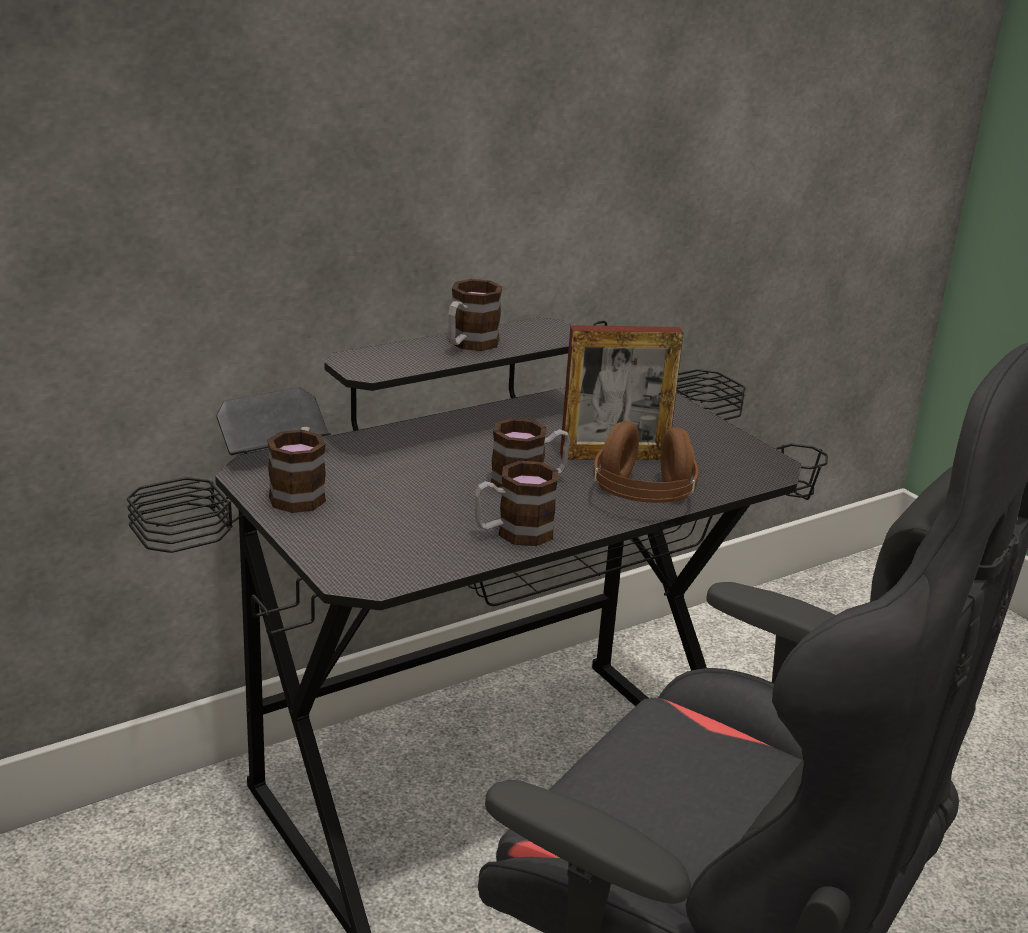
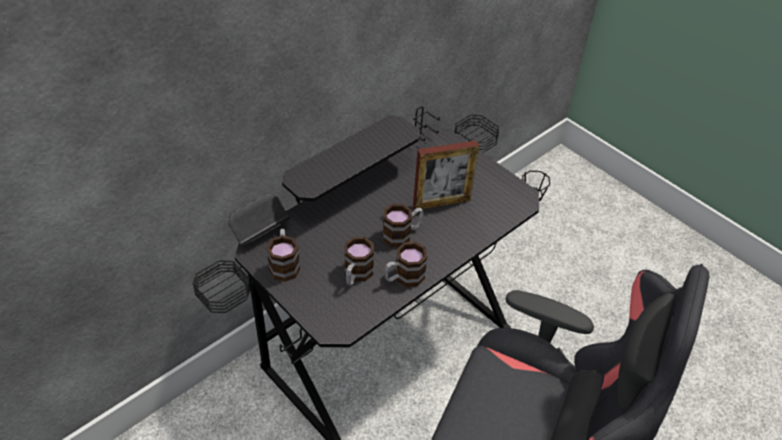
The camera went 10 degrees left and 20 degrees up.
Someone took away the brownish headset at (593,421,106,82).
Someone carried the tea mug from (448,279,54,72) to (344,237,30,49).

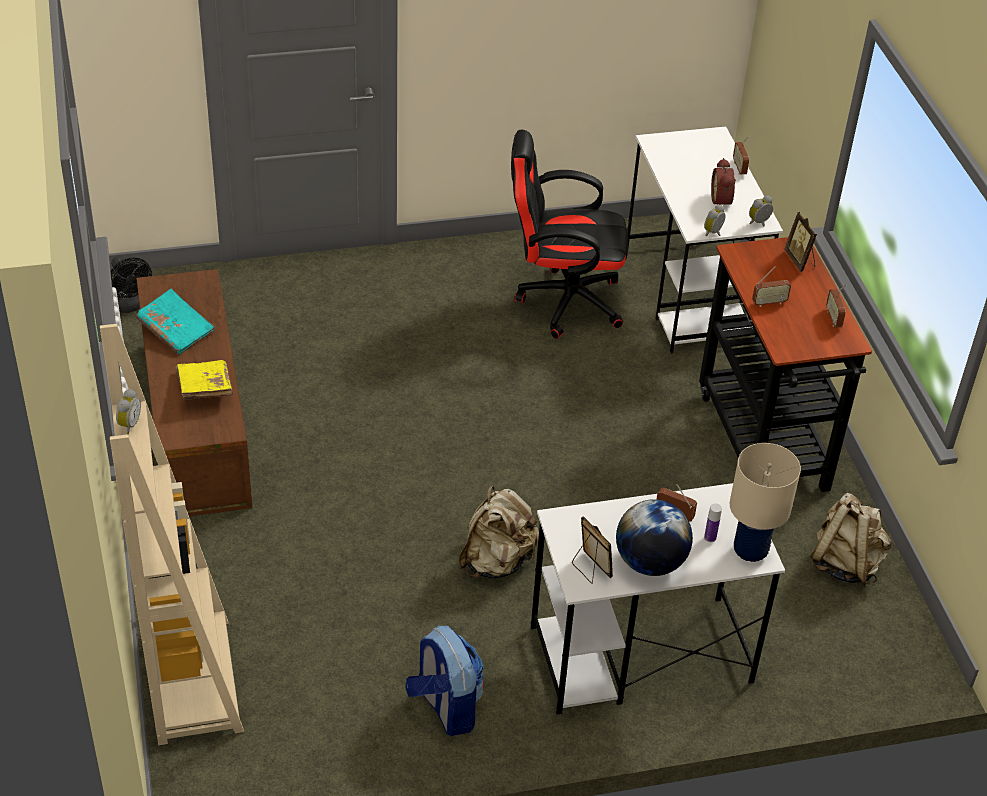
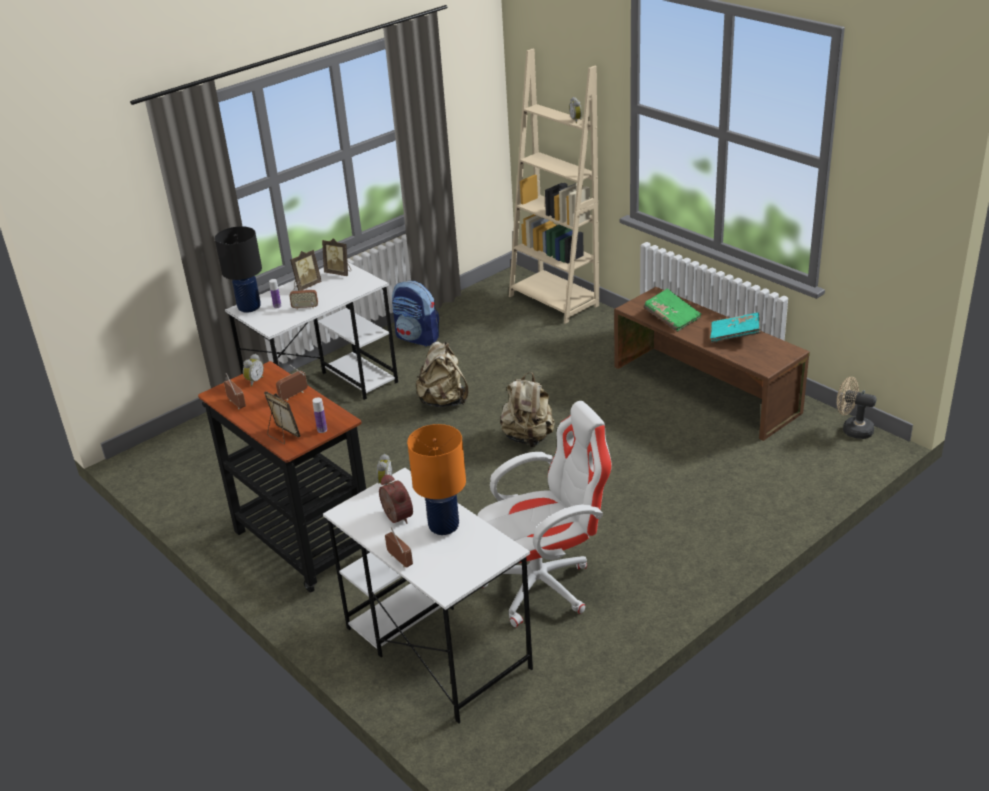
The camera went 155 degrees right and 10 degrees down.
Someone put down the beverage bottle at (312,397,15,36).
Someone put down the orange tabletop lamp at (407,424,59,111).
Someone carried the bedside clock from (749,196,24,31) to (243,354,21,32).
Someone carried the beige-coloured backpack from (810,493,82,94) to (500,372,55,75).
Someone swapped the desk globe at (616,499,77,77) for the photo frame at (290,250,32,41).
Someone repainted the black-coloured electric fan at (111,256,41,57), which became the beige-coloured electric fan at (837,377,40,62).
Someone repainted the yellowish bound book at (176,360,57,40), which became the green-coloured bound book at (643,288,59,44).
Someone repainted the black-coloured computer chair at (511,130,117,209), which became the whitish computer chair at (477,401,135,226).
Someone repainted the beige-coloured tabletop lamp at (730,443,71,119), which became the black-coloured tabletop lamp at (215,226,47,86).

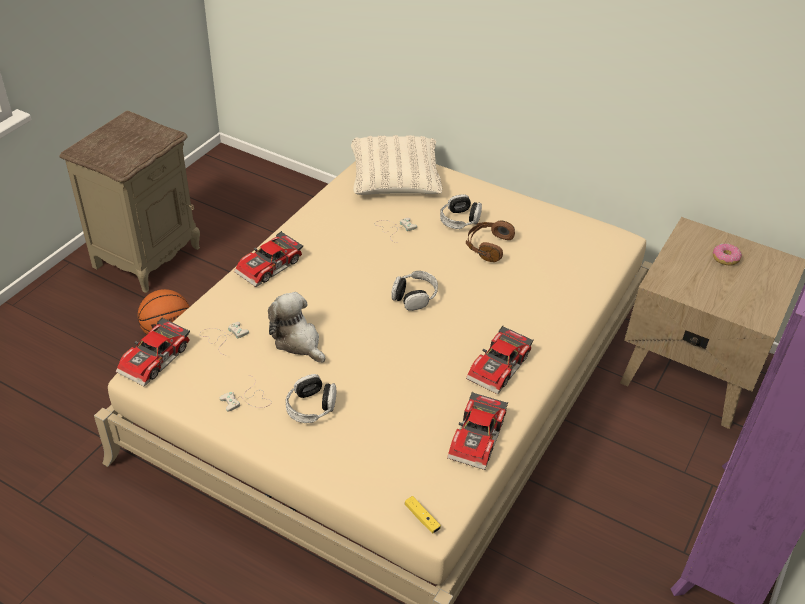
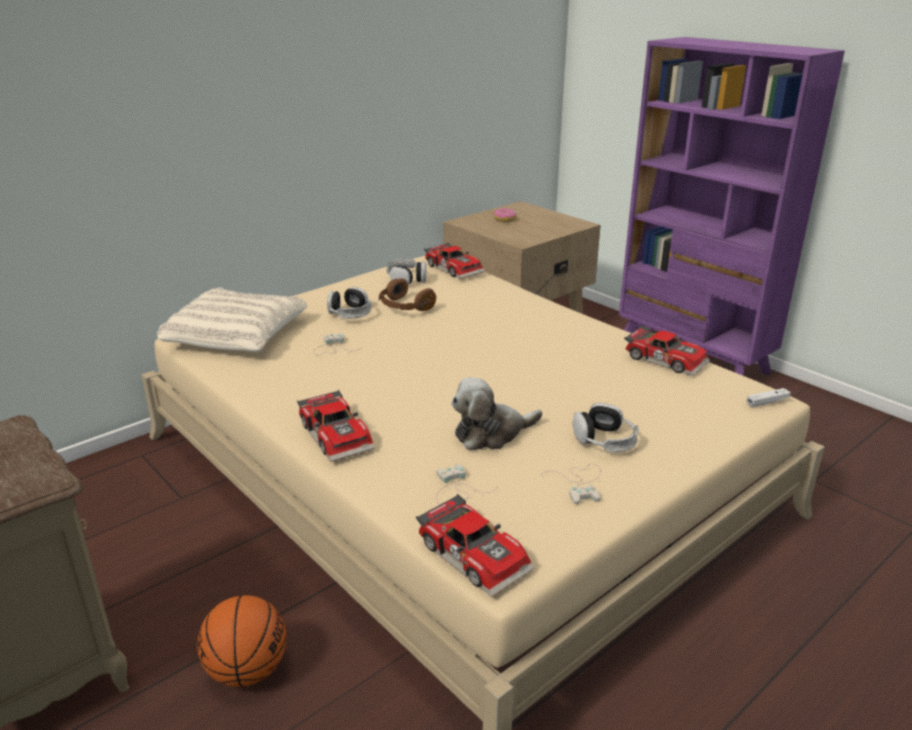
The camera went 70 degrees left and 15 degrees down.
Someone carried the headset from (391,271,47,40) to (386,258,41,27).
Someone carried the miniature car from (466,326,68,68) to (424,242,61,37).
Someone repainted the yellowish game controller at (405,496,36,38), which became the whitish game controller at (747,388,44,19).

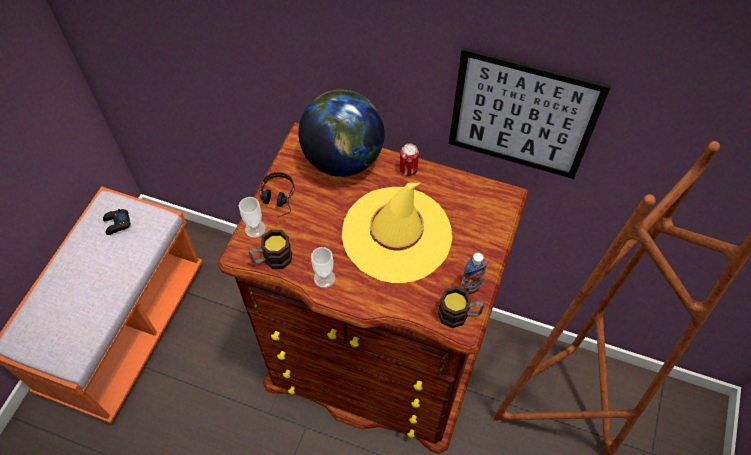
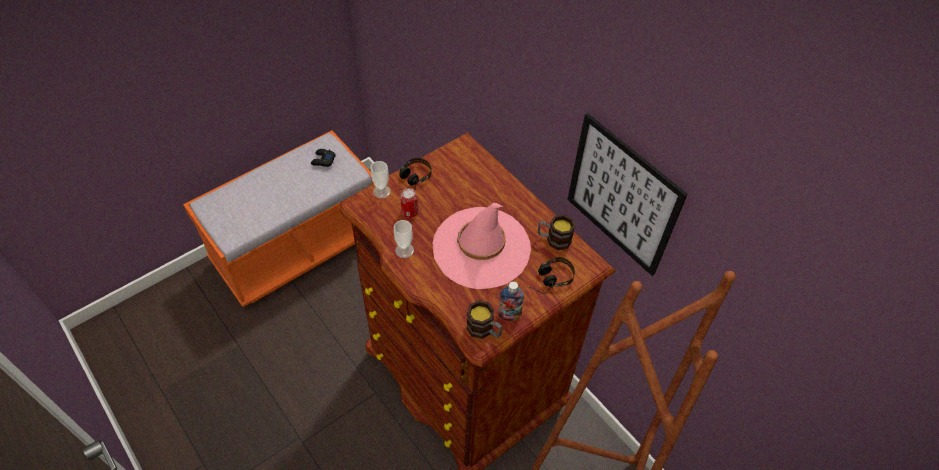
The camera went 30 degrees right and 5 degrees down.
Someone took away the desk globe at (298,90,87,87).
Someone put down the headset at (529,257,46,37).
Someone carried the tea mug from (249,230,43,39) to (538,214,37,36).
Someone carried the sealed can from (400,143,19,33) to (400,188,18,30).
Someone repainted the yellowish hat at (342,183,110,100), which became the pink-coloured hat at (433,203,98,86).

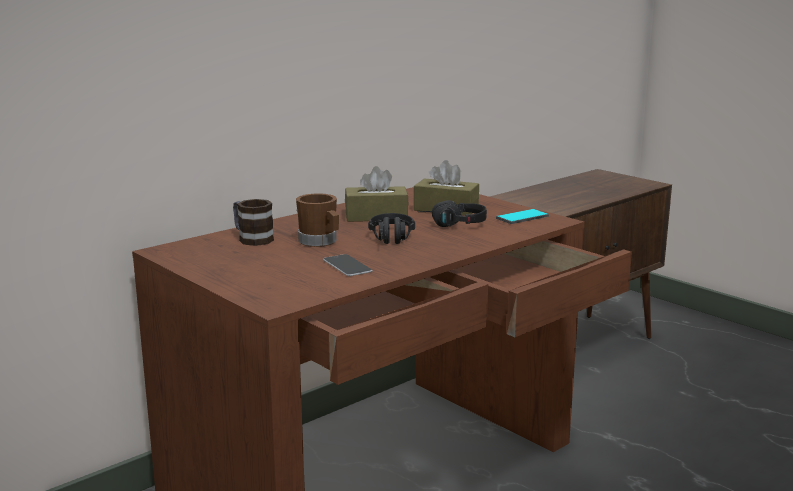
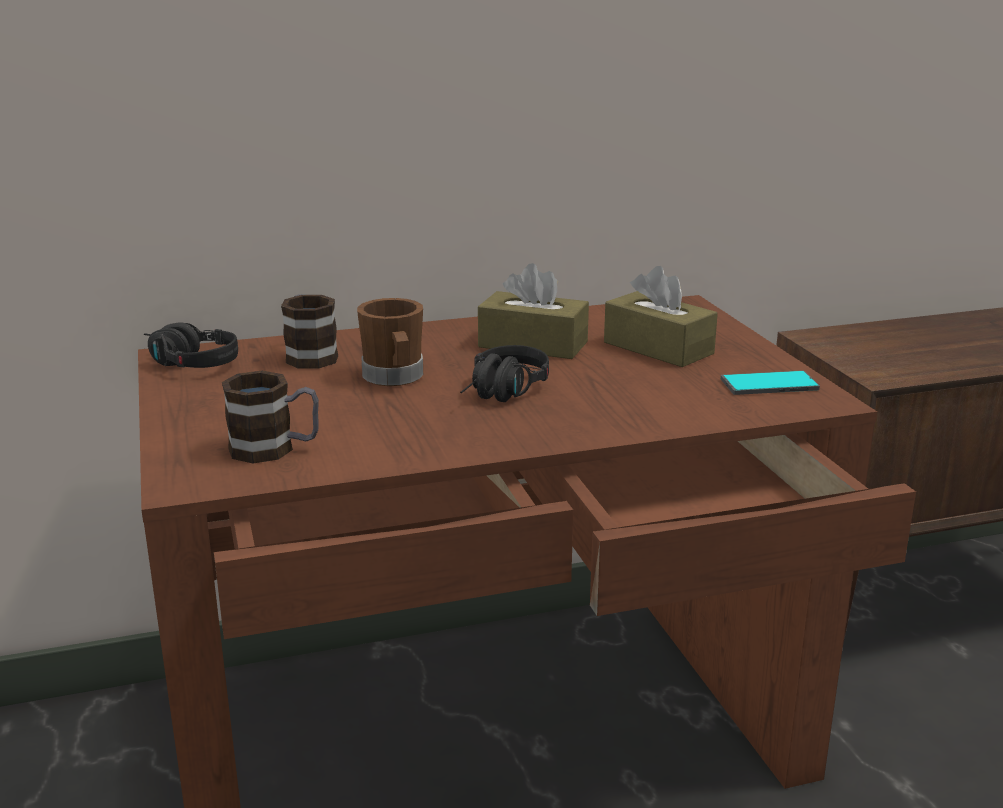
The camera went 25 degrees right and 5 degrees up.
Someone took away the phone at (323,254,49,22).
Someone put down the tea mug at (222,371,97,92).
Someone carried the black-coloured headset from (418,200,69,27) to (144,322,94,46).

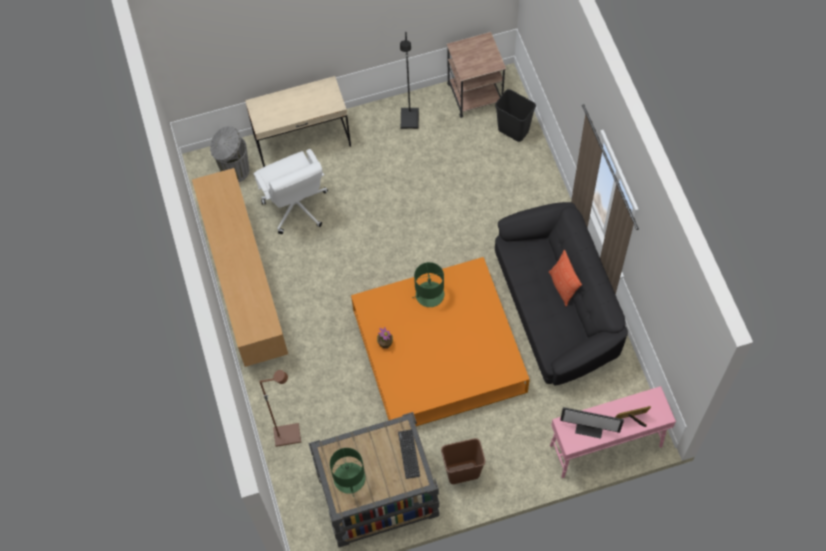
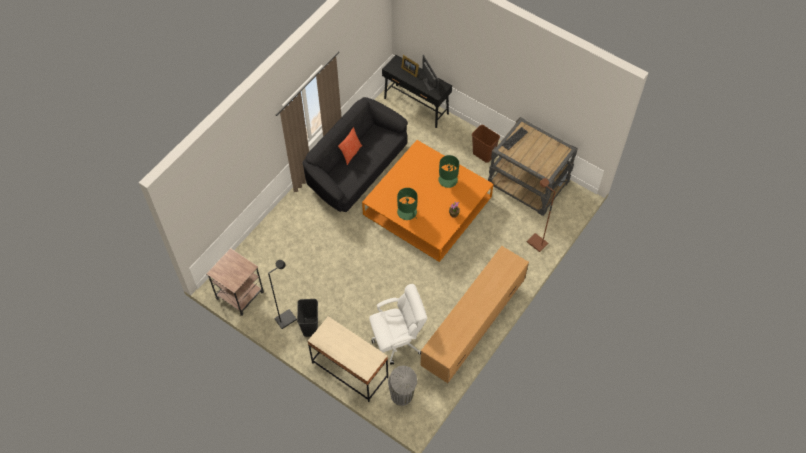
The camera went 130 degrees left and 5 degrees down.
Someone carried the green-coloured tabletop lamp from (330,448,35,49) to (438,155,21,33).
Someone carried the black-coloured rubbish bin from (495,89,41,53) to (297,299,21,38).
Someone repainted the pink-coloured narrow table at (550,386,126,92), which became the black-coloured narrow table at (382,55,70,73).
Someone rotated the whitish computer chair at (254,149,74,85) by 45 degrees clockwise.

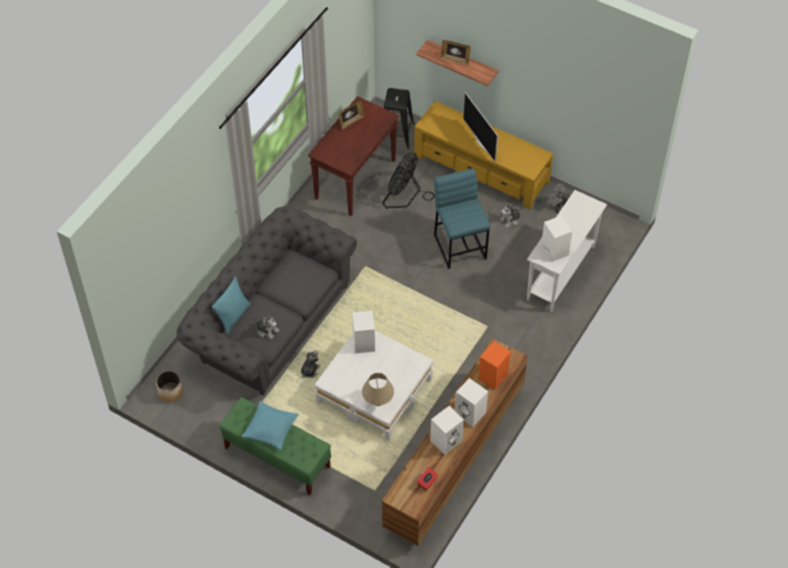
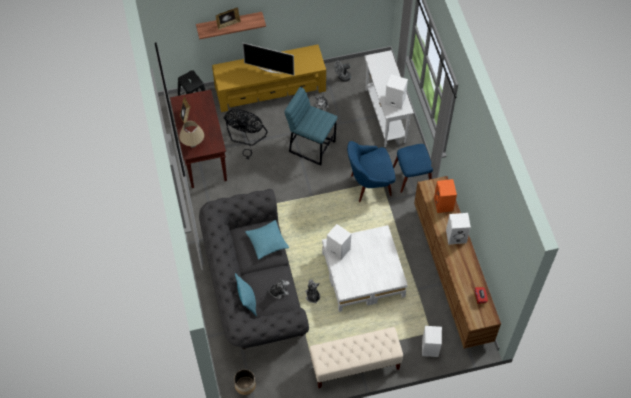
The camera went 45 degrees left and 5 degrees up.
Someone put down the blue armchair at (347,141,86,61).
Someone carried the blue-green cushion from (242,401,57,50) to (245,220,44,39).
Someone carried the beige-coloured tabletop lamp from (362,373,32,33) to (179,121,25,27).
Someone carried the whitish speaker from (430,406,34,49) to (422,326,20,31).
Someone repainted the green-coloured long seat at (219,397,112,98), which became the beige-coloured long seat at (310,327,93,61).
Someone rotated the black-coloured electric fan at (383,153,52,56) by 120 degrees clockwise.

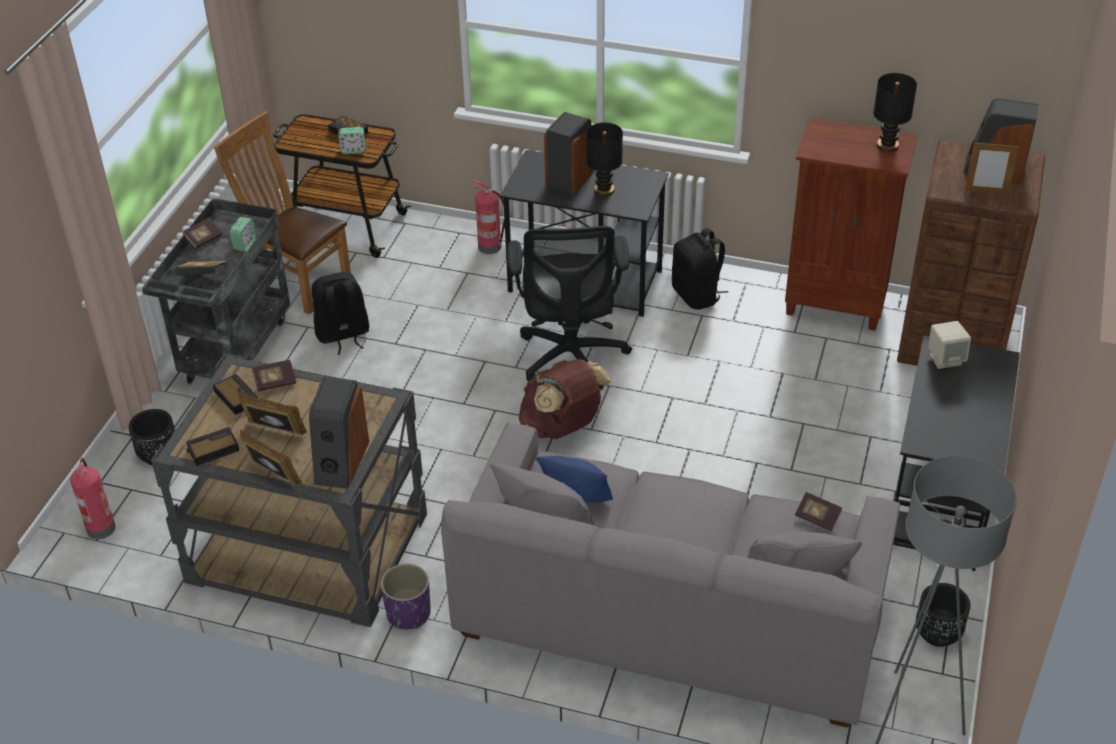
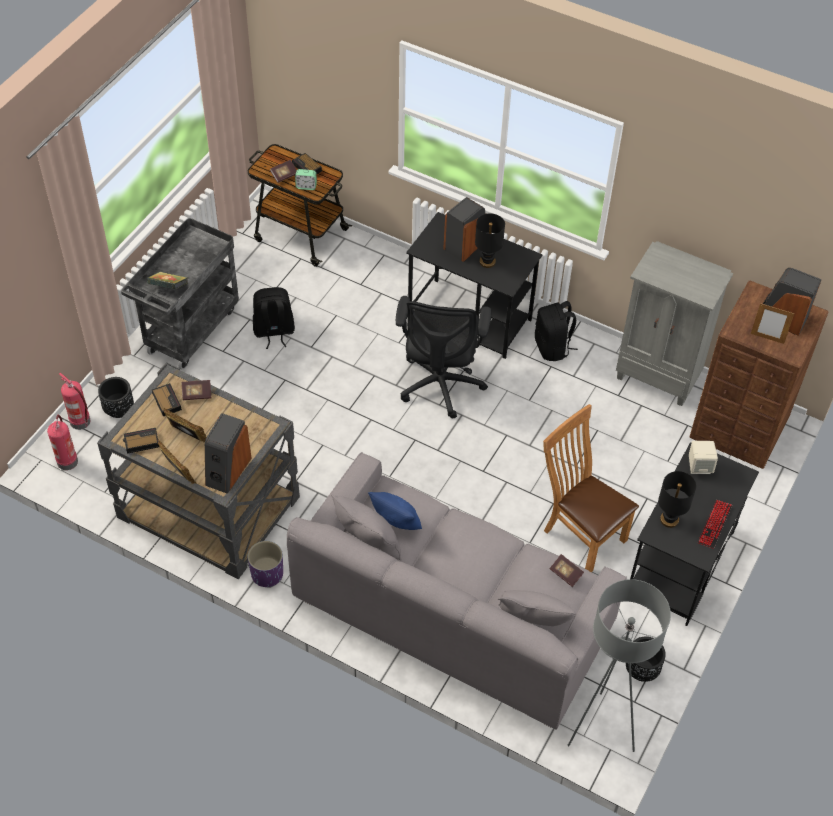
The camera went 10 degrees right and 10 degrees up.
Someone took away the bedside clock at (230,217,26,35).
Someone took away the brownish backpack at (518,359,94,80).
Someone put down the keyboard at (698,500,34,49).
Someone carried the bound book from (182,218,40,31) to (270,160,27,23).
Someone carried the brownish chair from (214,111,137,204) to (543,404,96,168).
Someone carried the fire-fighting cylinder from (472,179,33,75) to (59,373,31,57).
Someone carried the black-coloured tabletop lamp from (873,73,44,79) to (658,471,38,57).
Someone repainted the brownish cupboard at (785,118,132,212), which became the gray cupboard at (616,241,117,165).

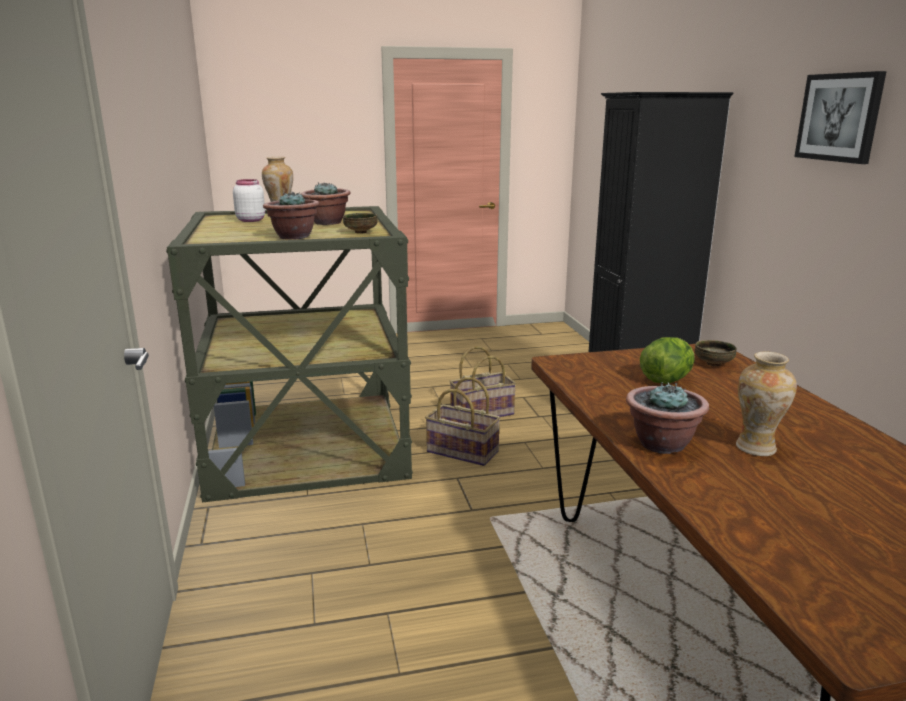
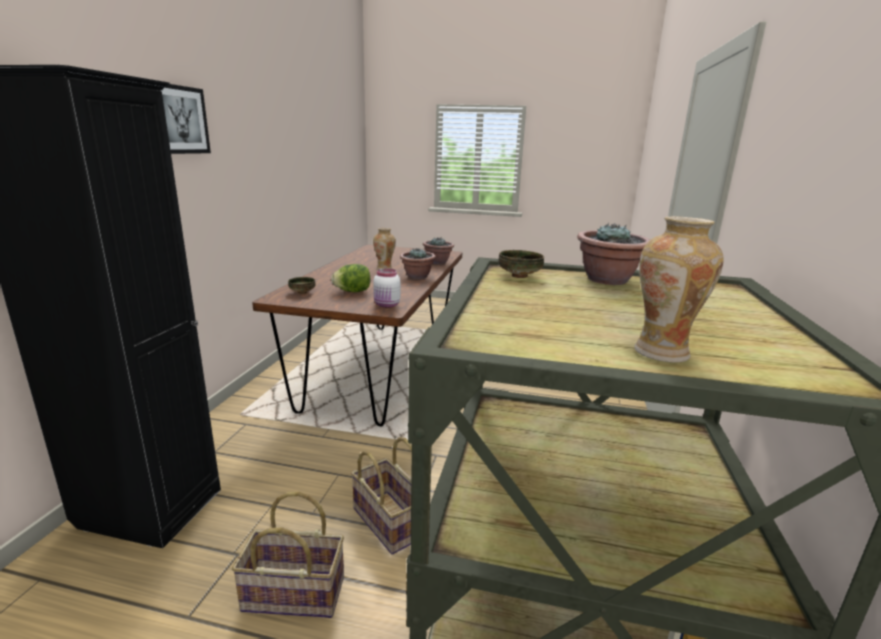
The camera went 155 degrees left and 0 degrees up.
Someone carried the whitish preserve jar from (233,179,32,43) to (373,268,27,40).
Someone carried the potted plant from (301,182,50,43) to (423,238,31,27).

